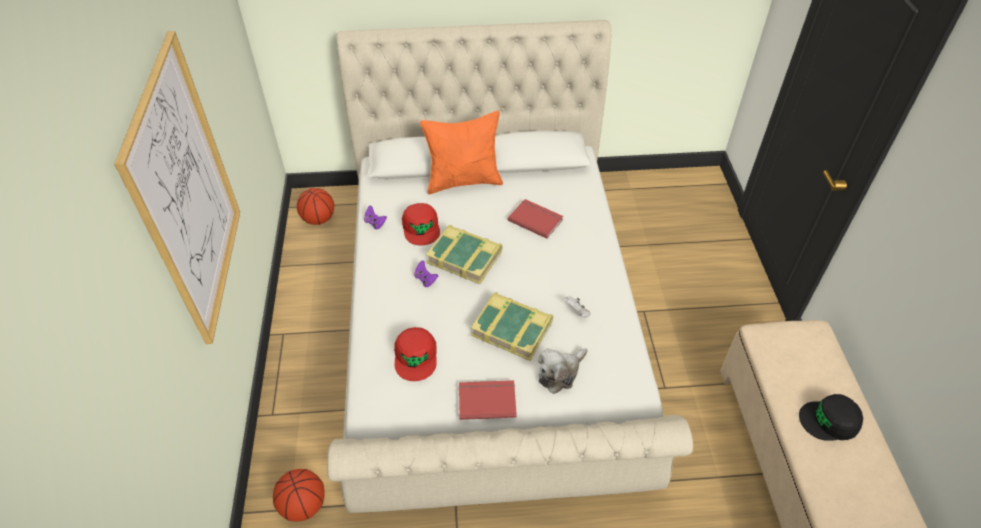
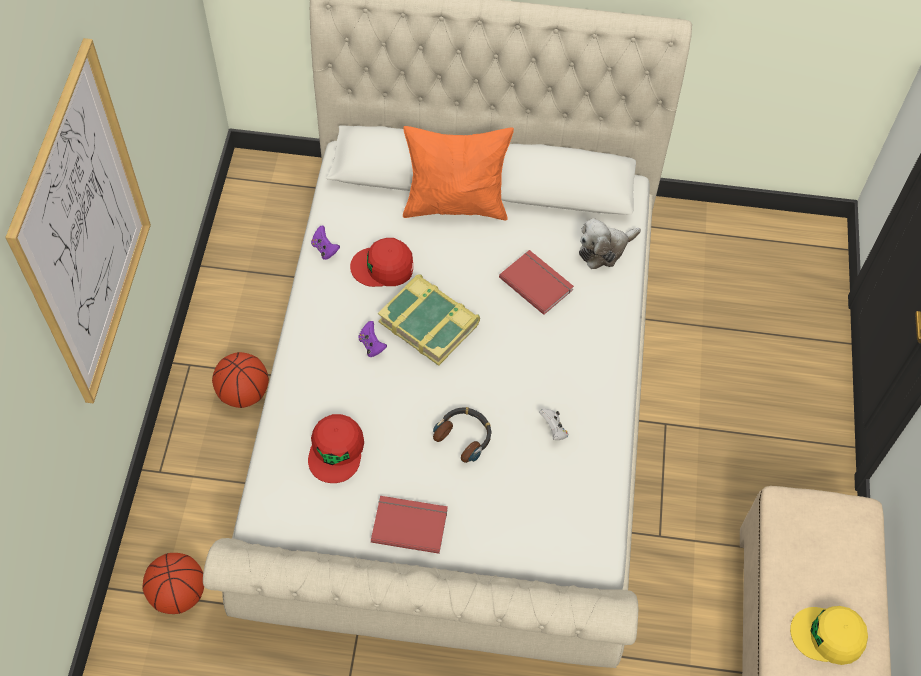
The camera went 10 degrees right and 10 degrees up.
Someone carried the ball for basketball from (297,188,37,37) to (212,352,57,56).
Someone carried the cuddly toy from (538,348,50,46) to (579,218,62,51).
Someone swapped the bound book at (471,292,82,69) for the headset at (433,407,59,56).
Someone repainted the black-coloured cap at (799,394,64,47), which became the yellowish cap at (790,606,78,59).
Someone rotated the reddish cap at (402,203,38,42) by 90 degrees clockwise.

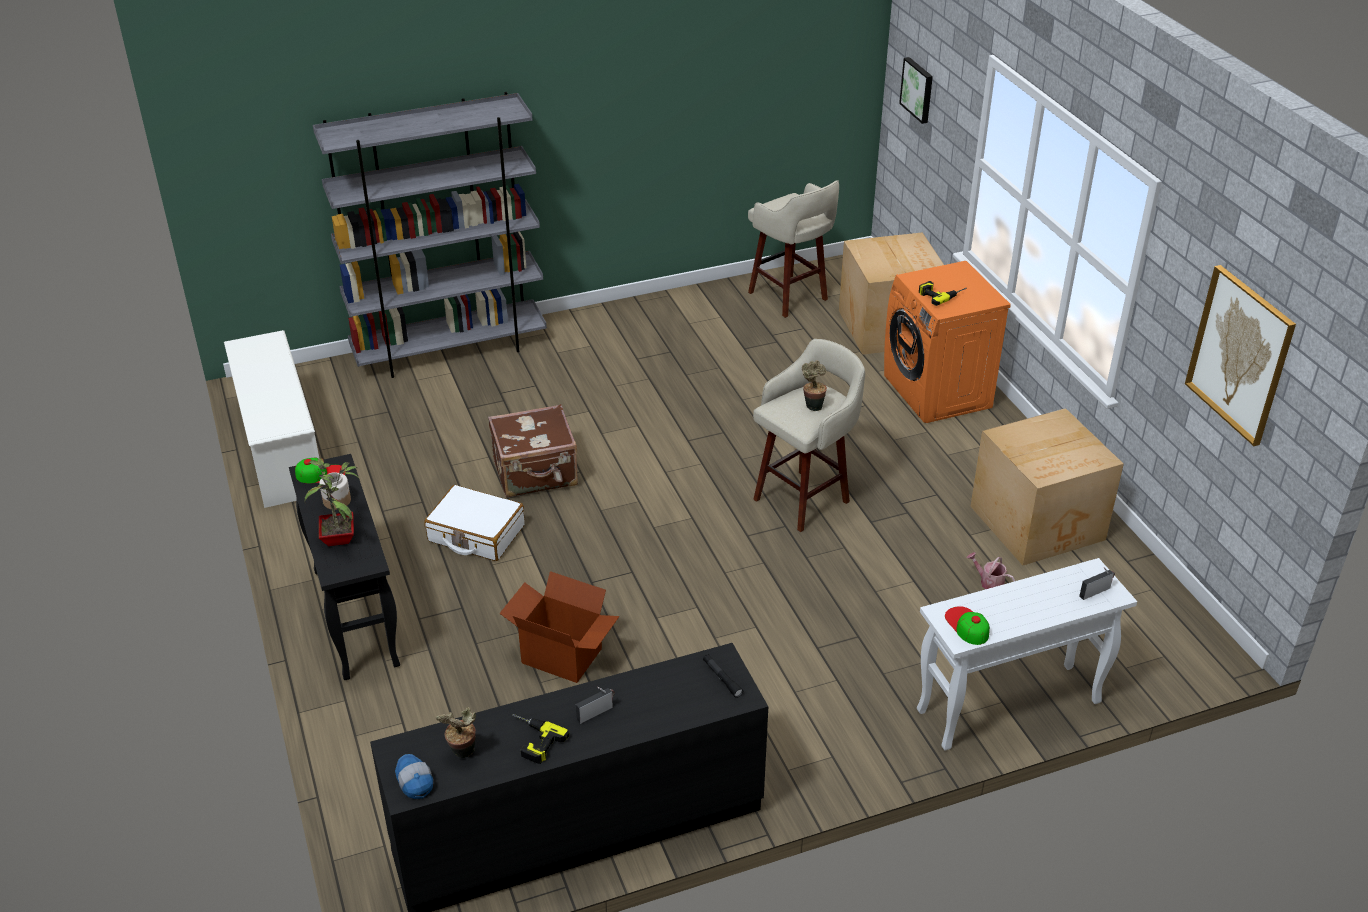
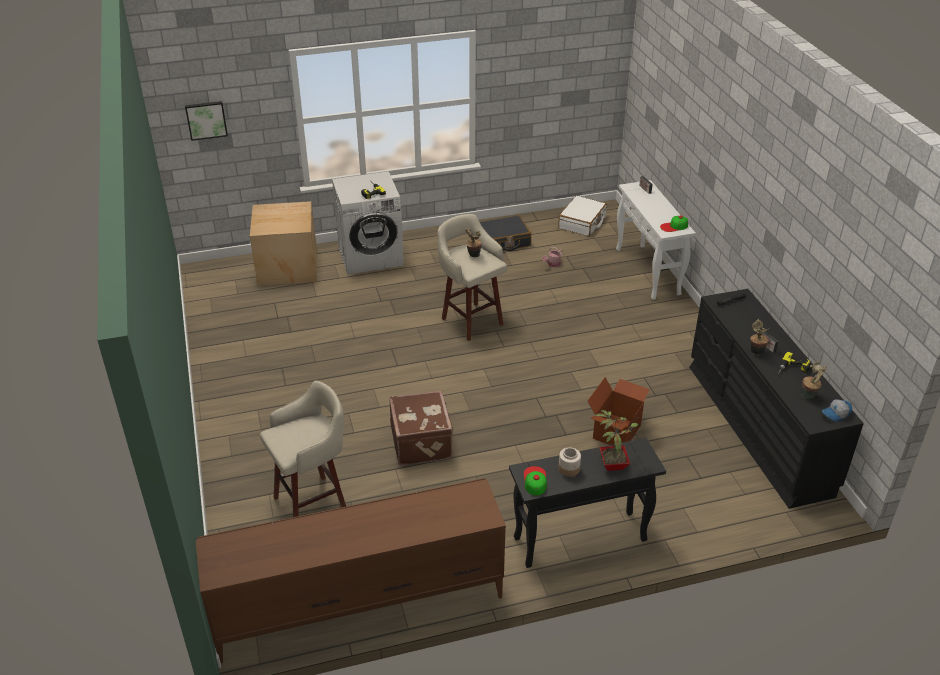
The camera went 85 degrees left and 0 degrees up.
Someone took away the gray bookshelf at (313,92,234,286).
Someone took away the picture at (1185,265,111,181).
Someone put down the potted plant at (750,319,18,37).
Someone carried the whitish piece of luggage from (424,485,101,76) to (558,196,49,40).
Someone carried the beige-coloured stool from (748,180,91,138) to (260,380,86,137).
Someone swapped the whitish shoe stand at (224,330,95,178) for the brownish cupboard at (196,478,310,185).
Someone swapped the carton at (970,408,154,157) for the black-coloured piece of luggage at (480,215,51,36).
Someone repainted the orange laundry appliance at (884,261,127,162), which became the whitish laundry appliance at (332,171,72,103).

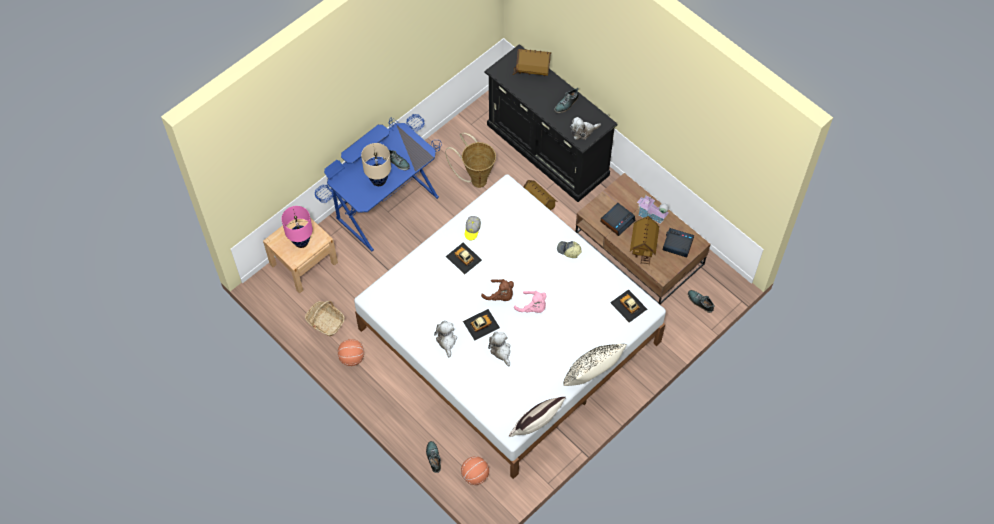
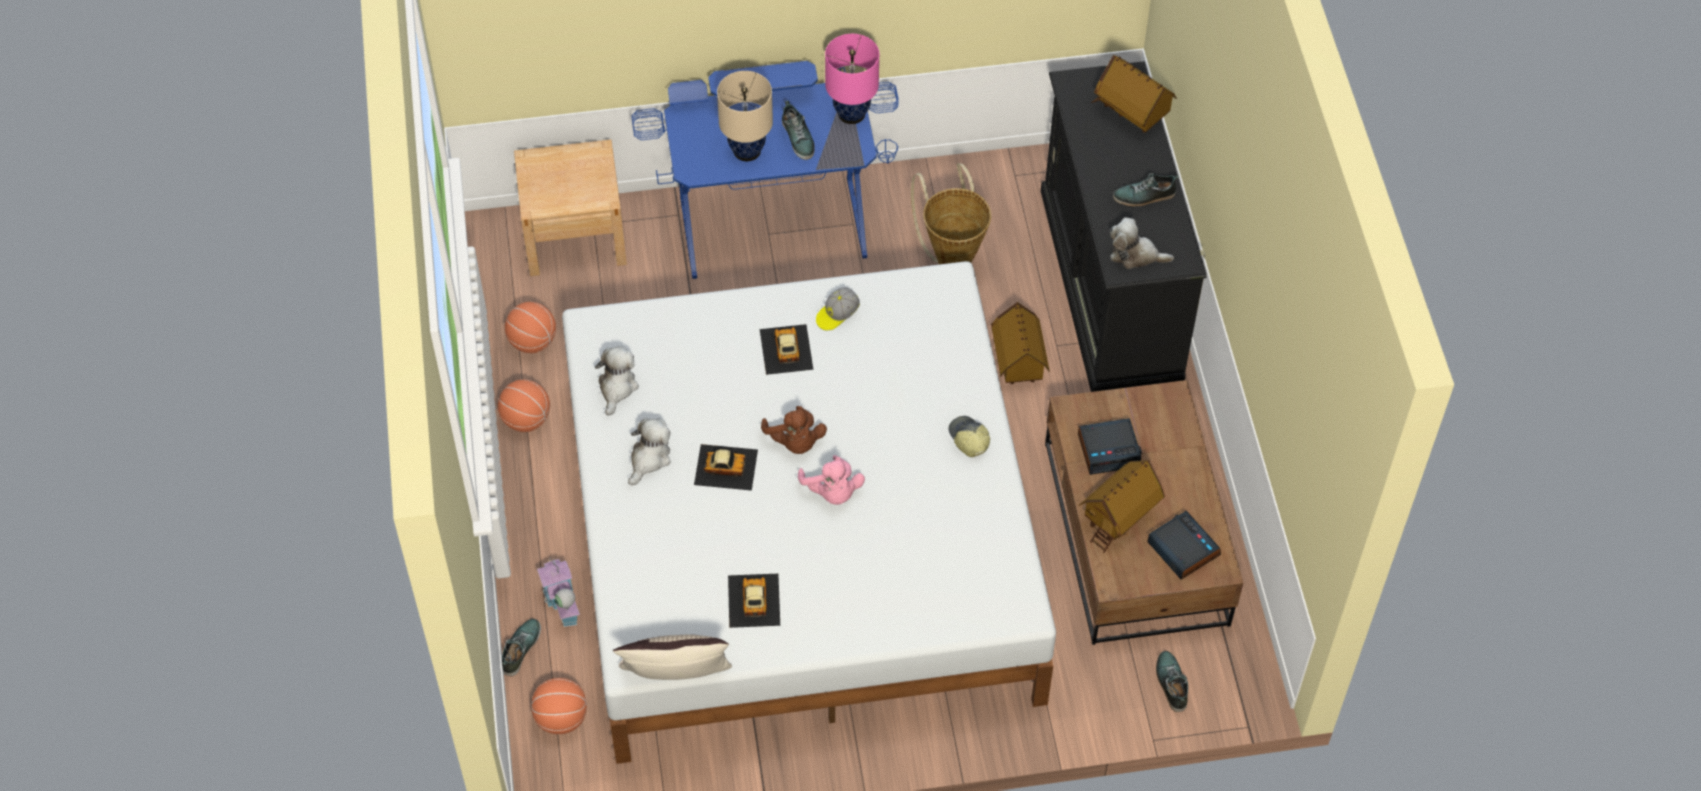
The camera went 35 degrees right and 5 degrees down.
Someone took away the beige-coloured cushion at (563,344,64,42).
Someone carried the pink-coloured tabletop lamp from (282,206,31,42) to (825,34,54,90).
Someone carried the cuddly toy from (488,332,22,34) to (595,346,44,70).
Someone carried the miniature car from (610,289,37,34) to (728,574,52,54).
Someone carried the miniature house from (637,196,32,27) to (537,555,43,72).
Someone swapped the basket at (305,301,40,35) for the ball for basketball at (505,302,51,51).

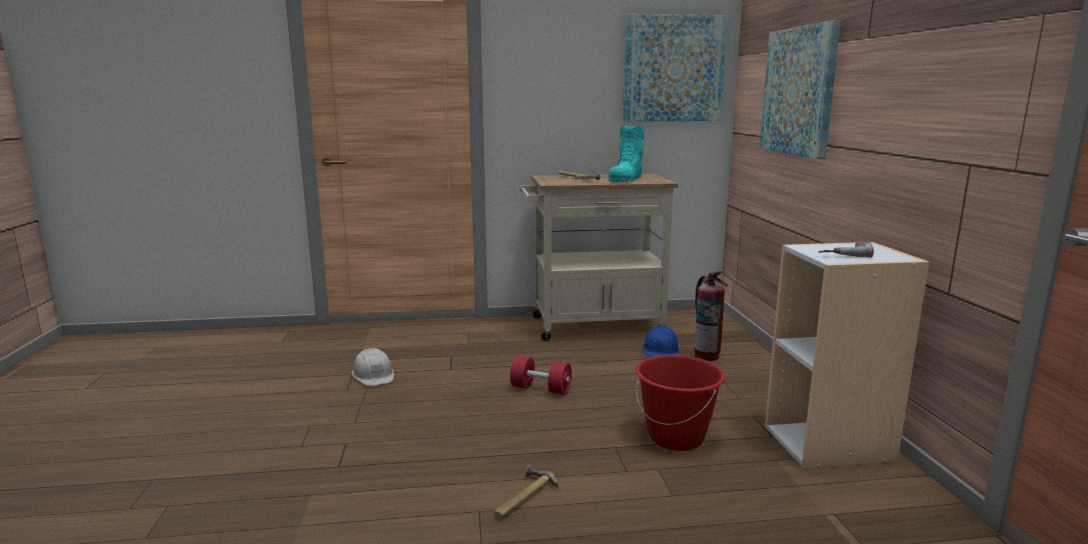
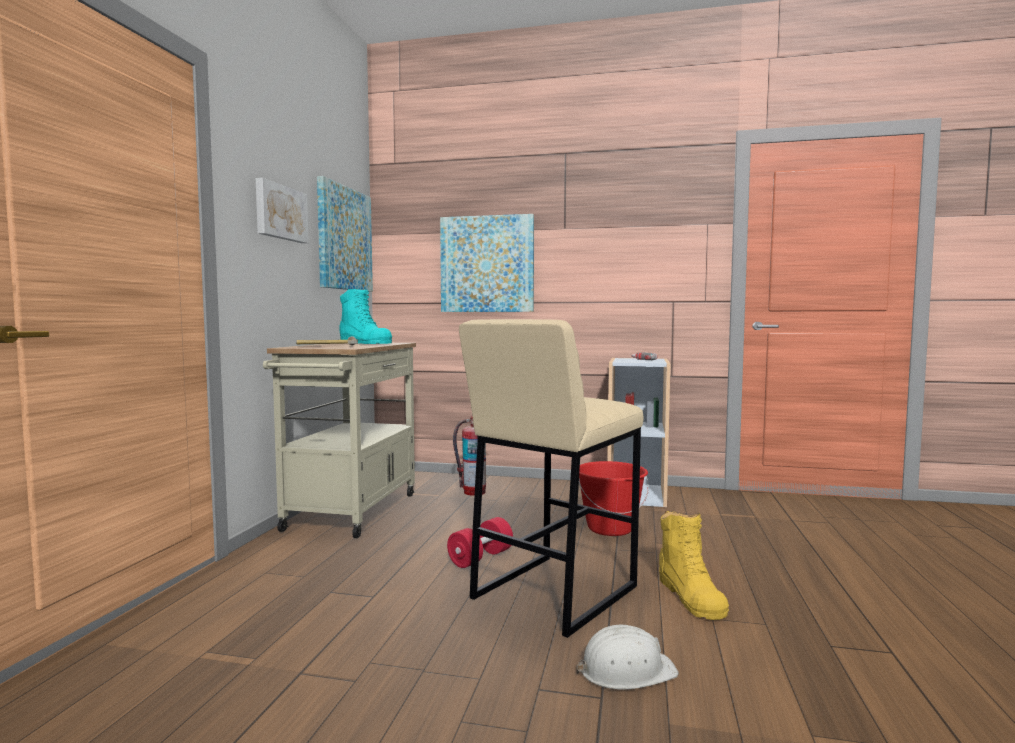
The camera went 70 degrees left and 10 degrees down.
Someone took away the blue hard hat at (643,326,36,32).
Someone put up the picture at (256,178,53,65).
Someone put down the beige-coloured stool at (459,319,184,319).
Someone carried the whitish hard hat from (352,348,42,38) to (576,625,103,65).
Someone swapped the tool hammer at (494,465,65,52) for the yellowish high-top boot at (659,511,70,109).

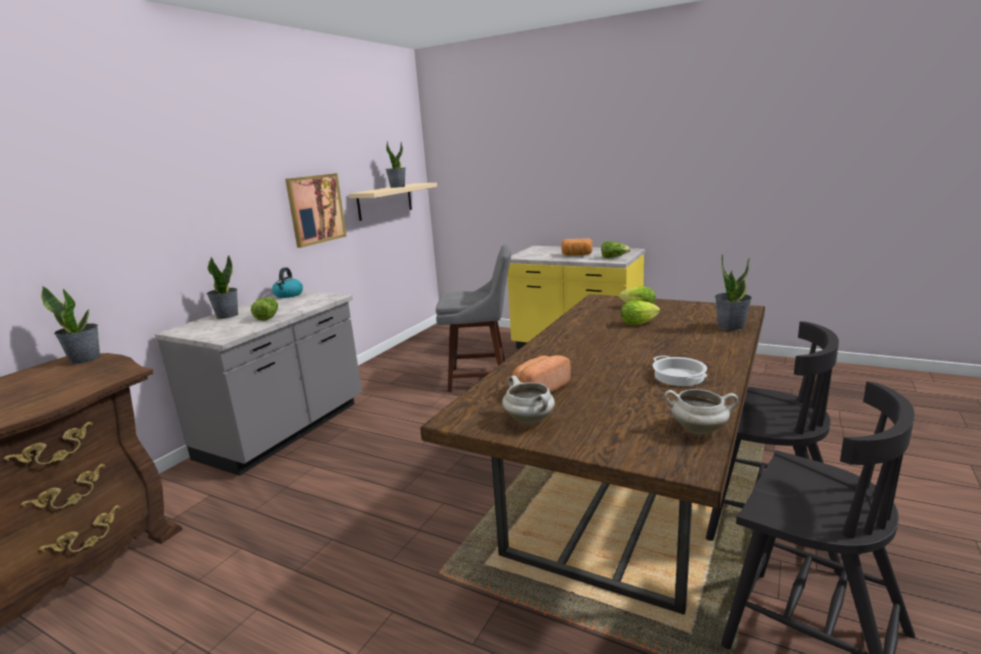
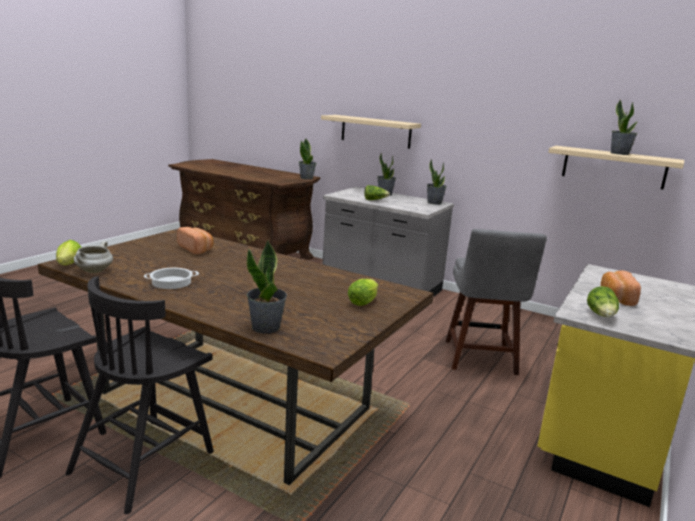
The camera went 90 degrees right and 0 degrees up.
Someone took away the picture at (285,173,62,75).
Someone took away the whitish stockpot at (502,375,53,49).
Someone put up the beige-coloured wall shelf at (321,115,100,34).
Someone carried the head of lettuce from (621,301,39,24) to (56,240,25,25).
Someone swapped the kettle at (272,267,31,31) for the potted plant at (427,160,20,45).

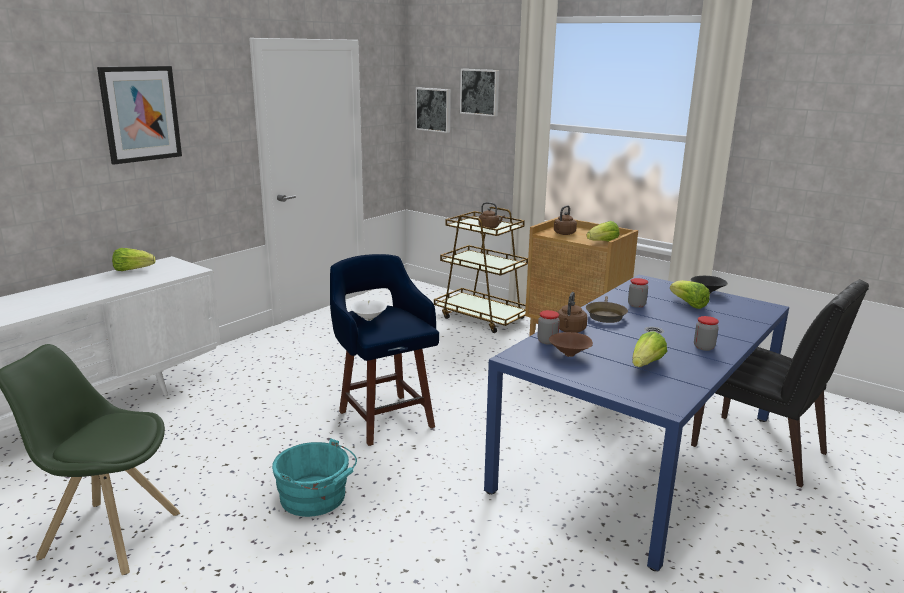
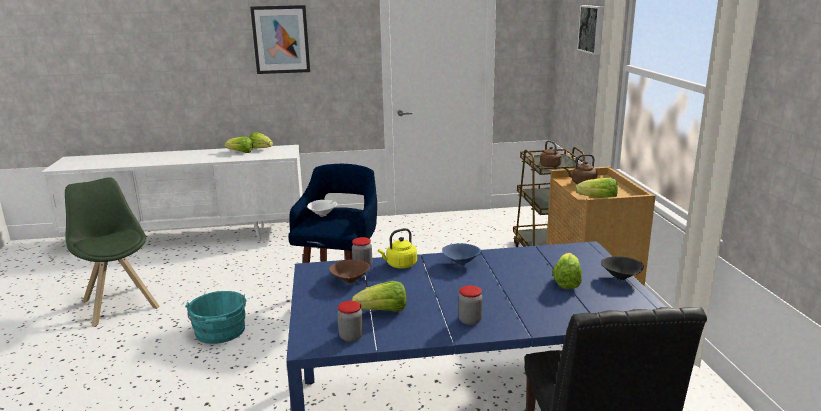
The camera went 45 degrees right and 0 degrees up.
Someone took away the picture at (416,87,35,46).
Someone put down the head of lettuce at (225,136,28,17).
Someone carried the preserve jar from (628,278,20,30) to (337,301,26,41).
Someone swapped the brownish skillet at (586,296,42,27) for the blue bowl at (442,243,39,23).
Someone repainted the brownish kettle at (557,292,30,41), which became the yellowish kettle at (378,228,39,40).

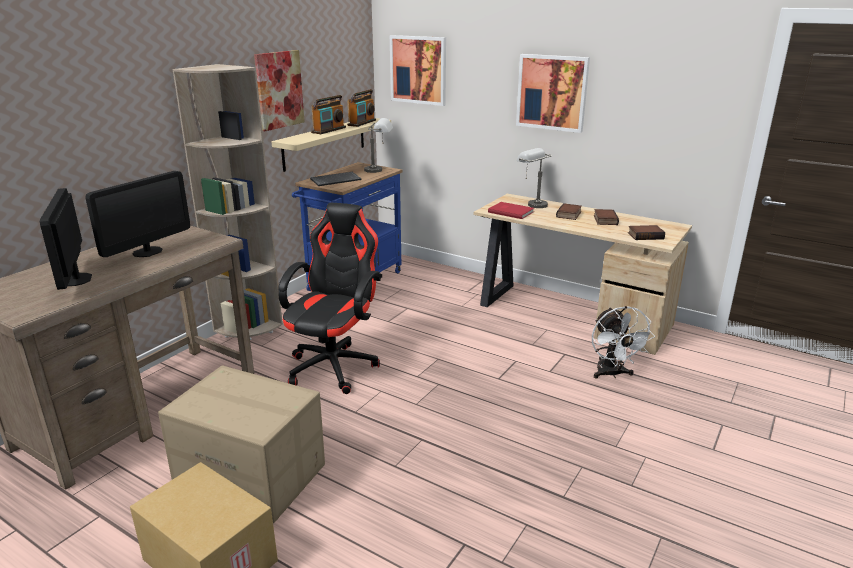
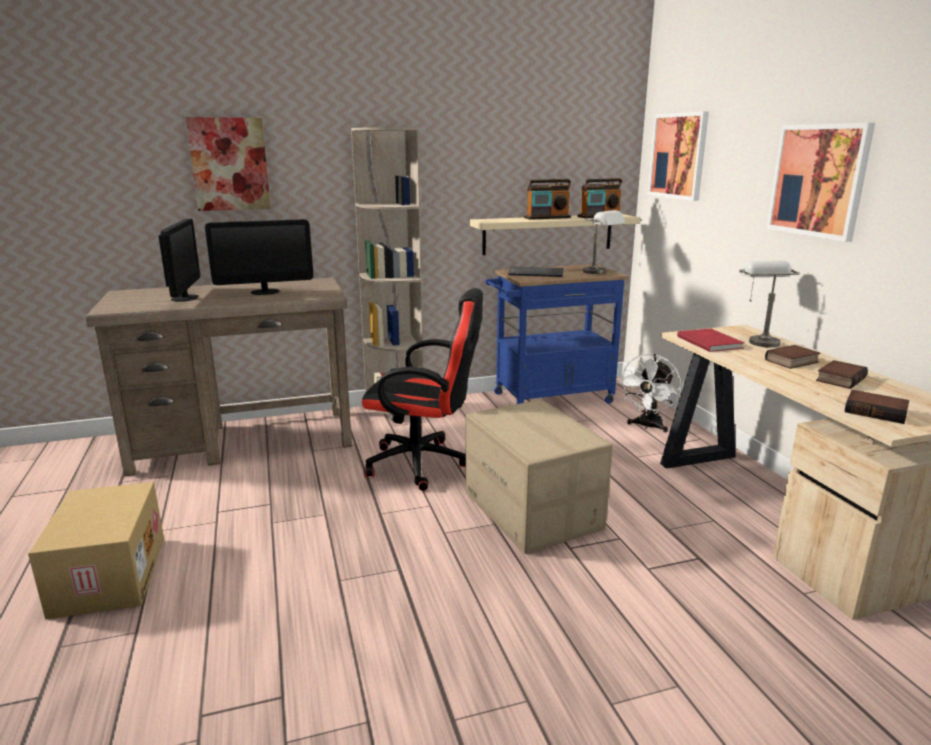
The camera went 40 degrees right and 5 degrees down.
Someone carried the carton from (158,366,167,157) to (465,399,148,155).
Someone carried the picture from (254,50,51,81) to (186,117,85,94).
Someone carried the whitish electric fan from (592,306,63,72) to (618,354,63,79).
Someone rotated the monitor at (40,188,52,102) by 150 degrees clockwise.
Someone rotated the black-coloured computer chair at (278,203,104,191) by 45 degrees clockwise.

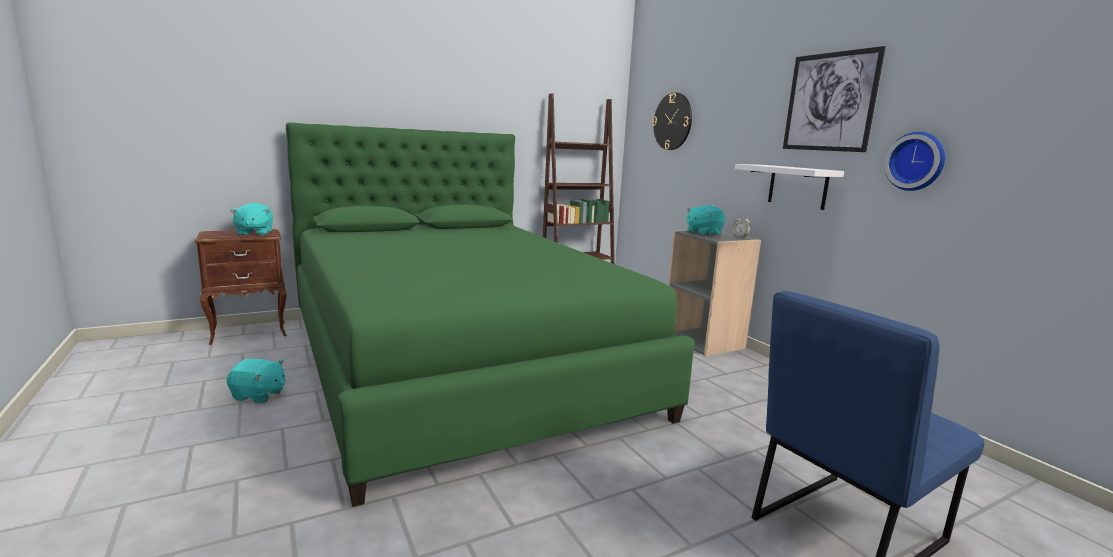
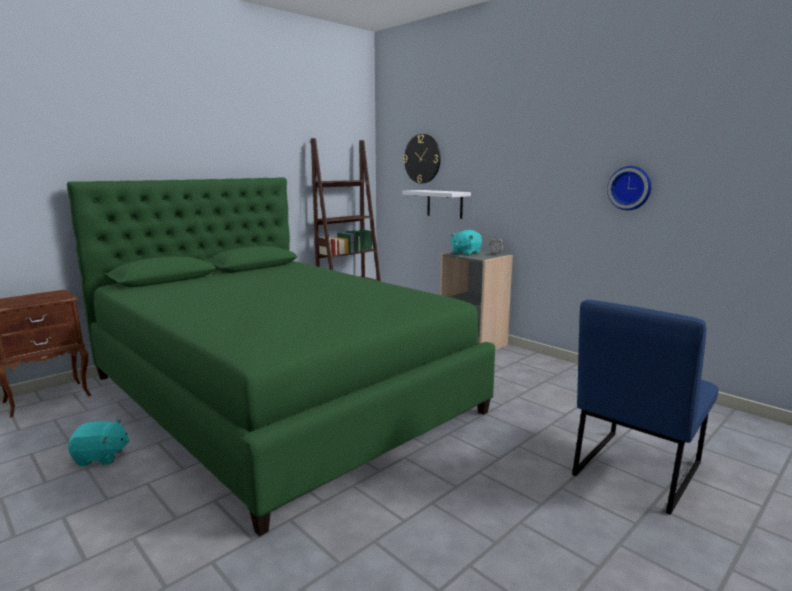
The camera went 15 degrees left and 0 degrees up.
Someone took away the blue-green cuddly toy at (230,203,43,33).
Someone took away the picture at (783,46,103,106).
Someone carried the whitish wall shelf from (735,164,109,46) to (402,190,69,29).

